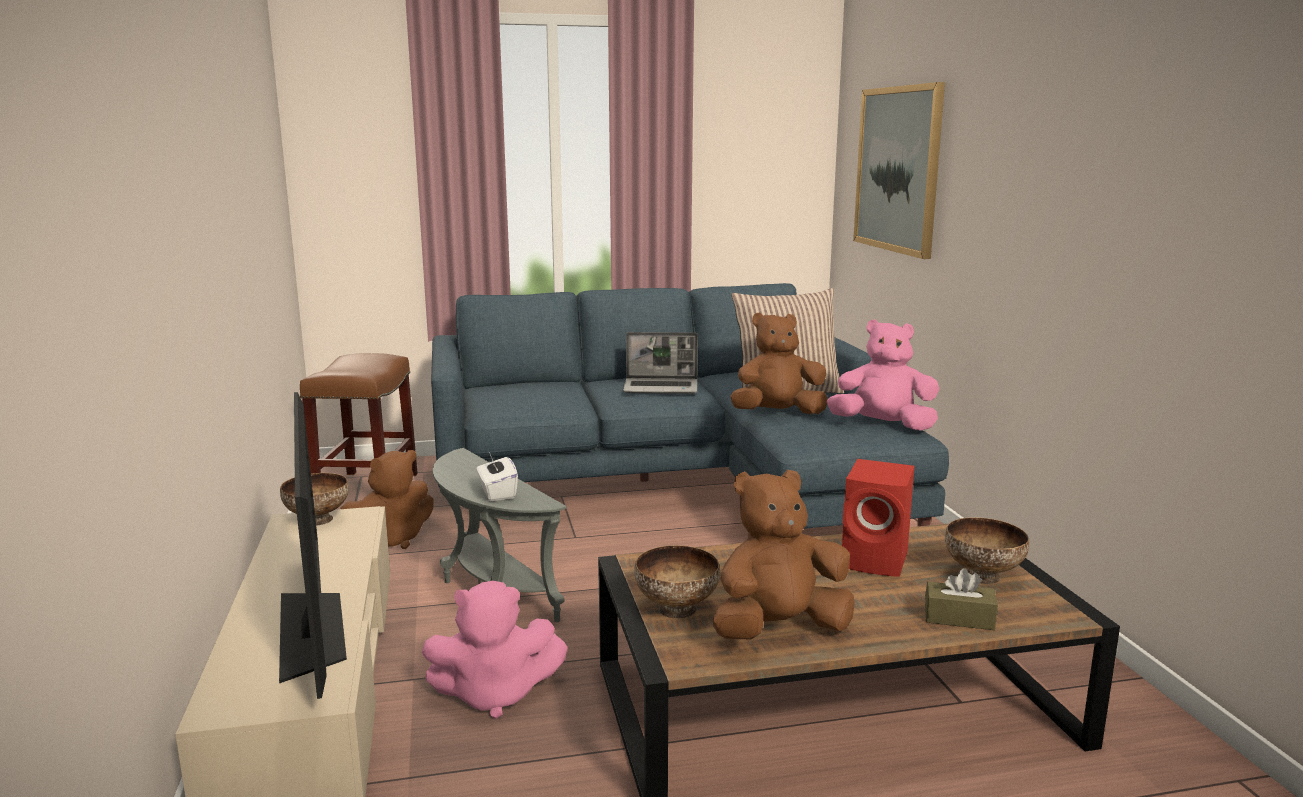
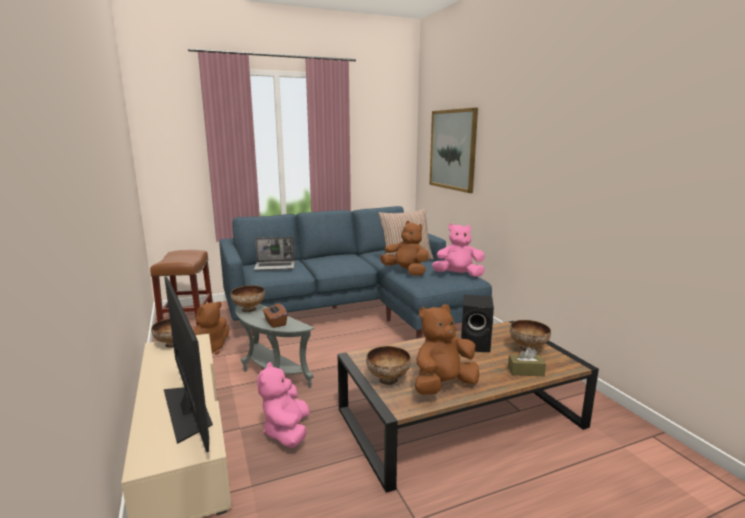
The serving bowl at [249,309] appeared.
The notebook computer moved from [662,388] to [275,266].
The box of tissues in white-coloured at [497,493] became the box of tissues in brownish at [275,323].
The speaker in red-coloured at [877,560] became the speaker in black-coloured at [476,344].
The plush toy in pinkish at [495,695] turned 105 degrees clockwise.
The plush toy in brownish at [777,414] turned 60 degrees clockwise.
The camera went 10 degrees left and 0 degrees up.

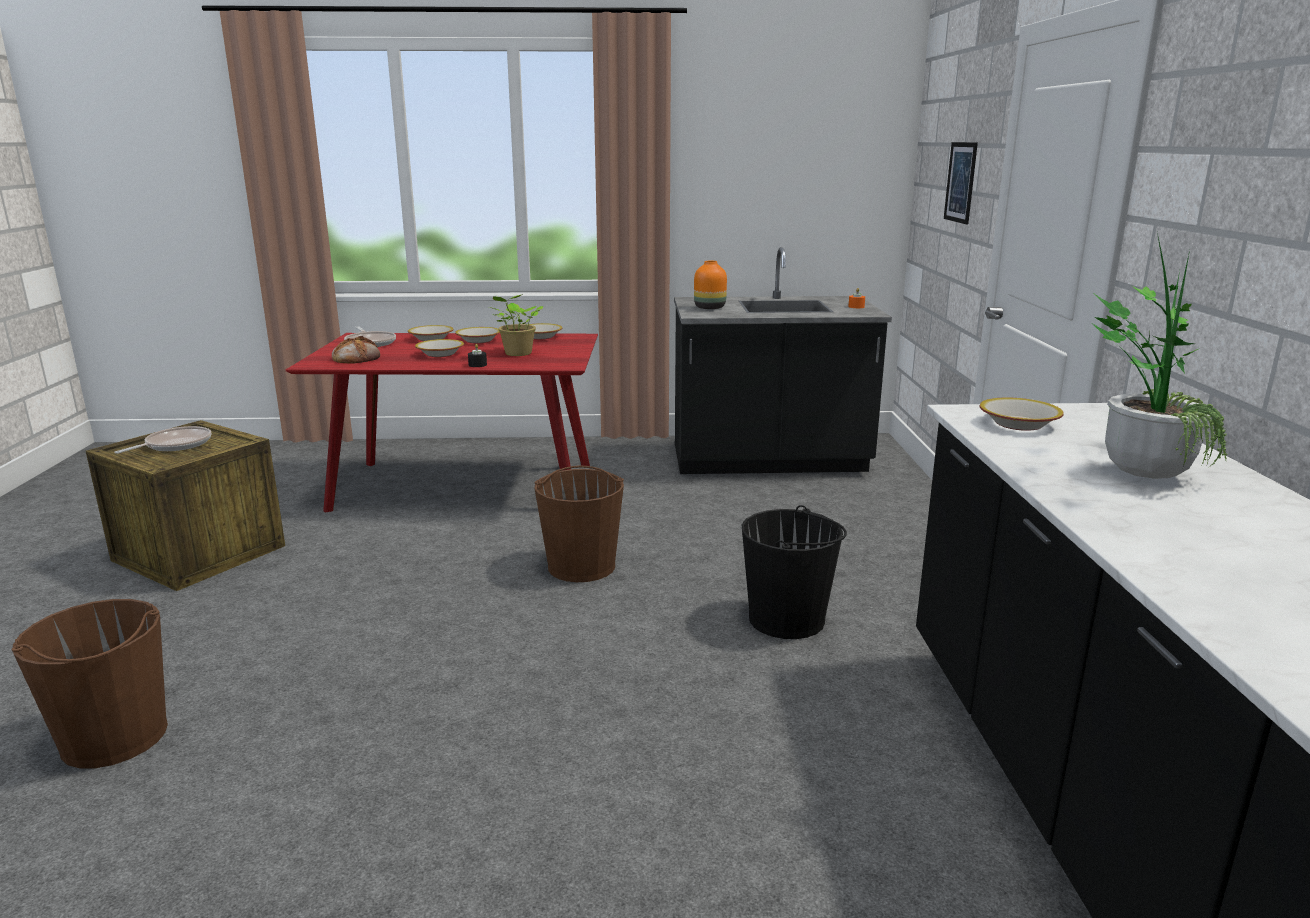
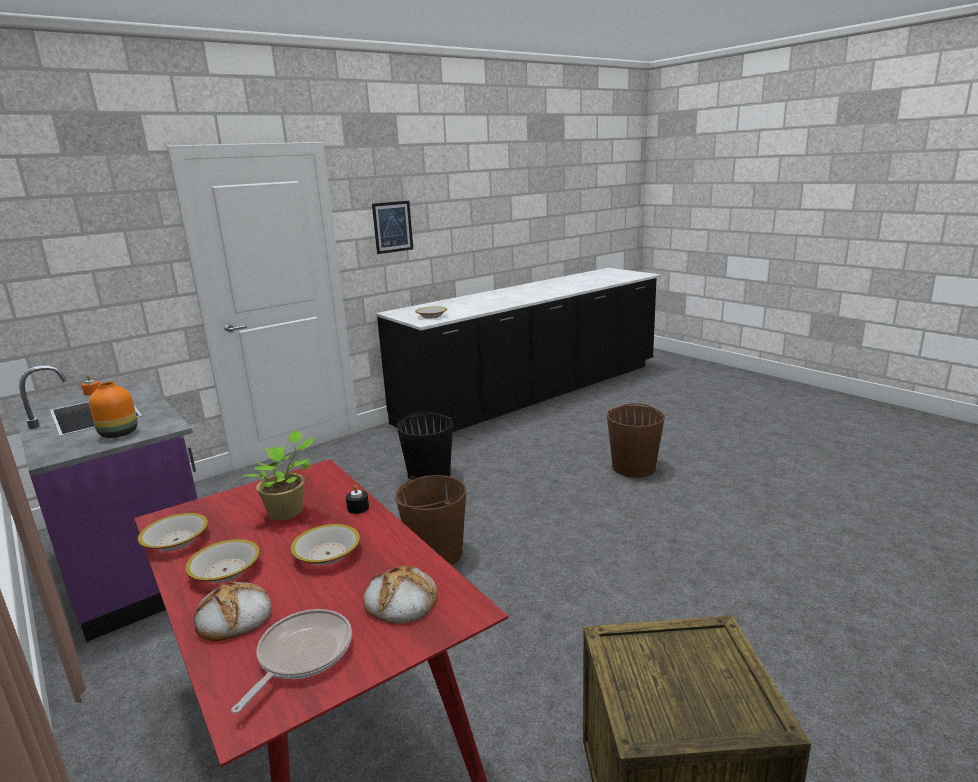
The pan at [175,445] disappeared.
The potted plant at [1140,468] disappeared.
The bucket in brownish moved from [114,738] to [634,467].
The wall art moved from [960,182] to [392,227].
The serving bowl at [431,338] was replaced by the bakery bread at [233,617].
The kitchen base unit in black-coloured at [769,461] became the kitchen base unit in purplish at [137,564].
The camera went 125 degrees left and 0 degrees up.

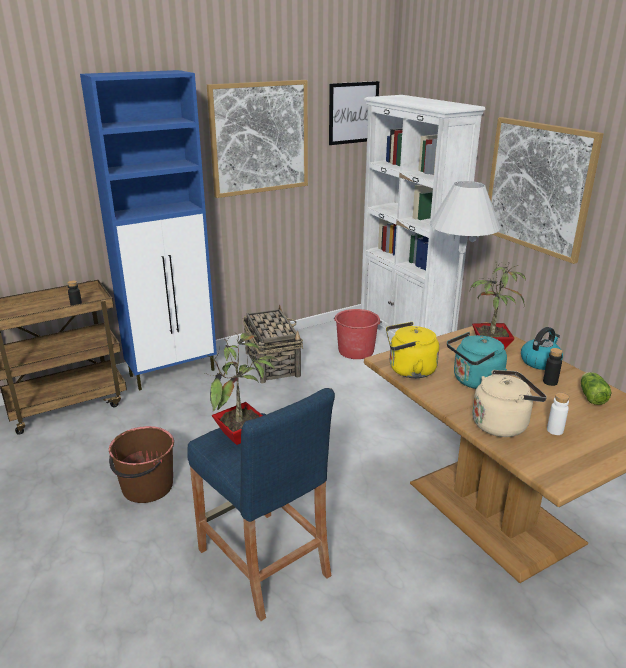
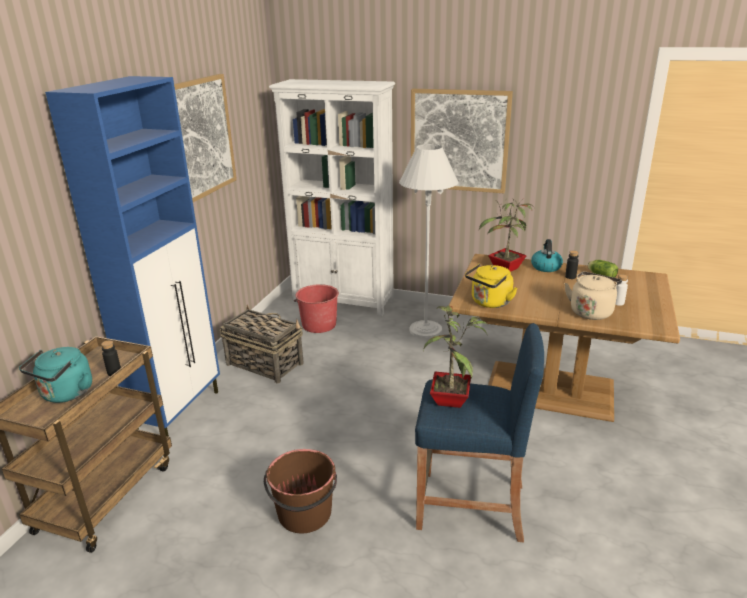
The wall art at [353,113] disappeared.
The water kettle in blue-green moved from [475,382] to [65,394].
The camera went 40 degrees left and 0 degrees up.

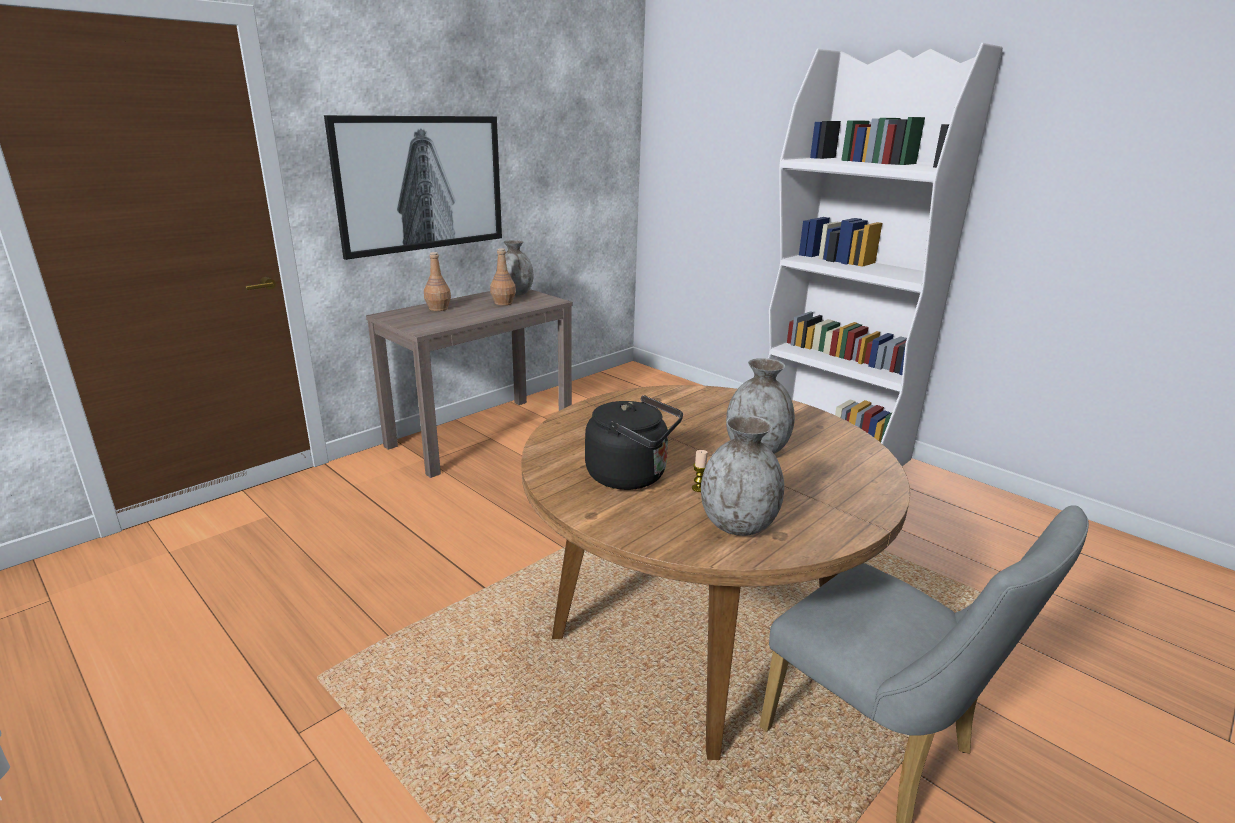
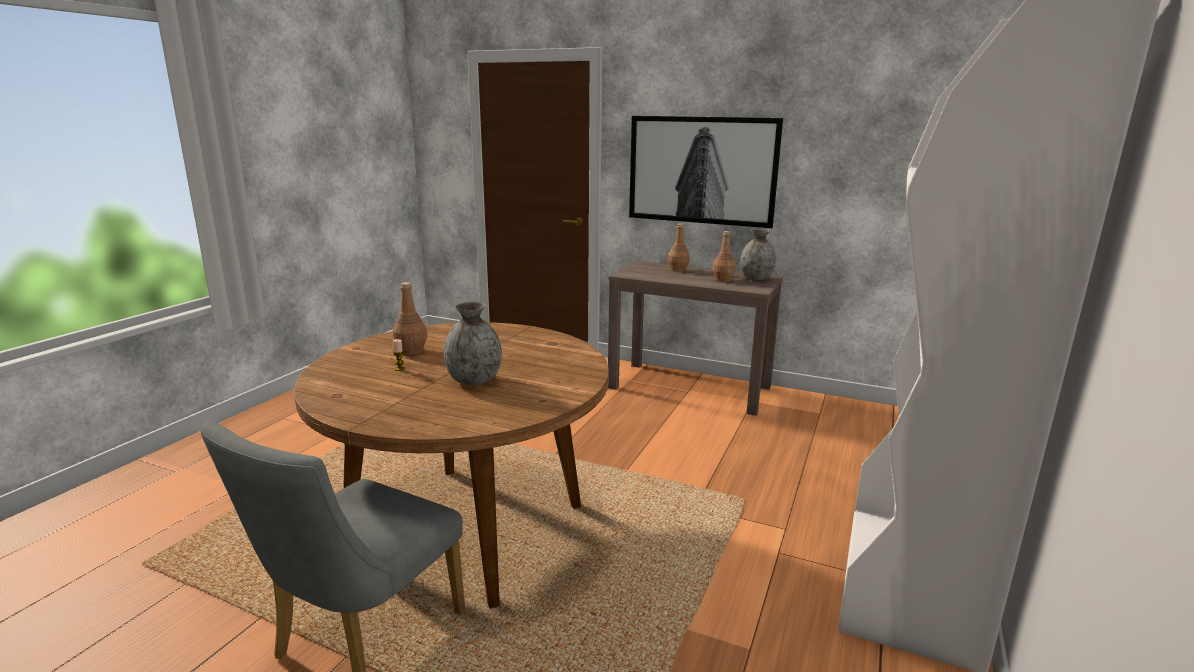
The vase in gray at [737,525] disappeared.
The water kettle in black-coloured at [631,476] was replaced by the drink bottle in brownish at [411,351].
The camera went 70 degrees right and 5 degrees down.

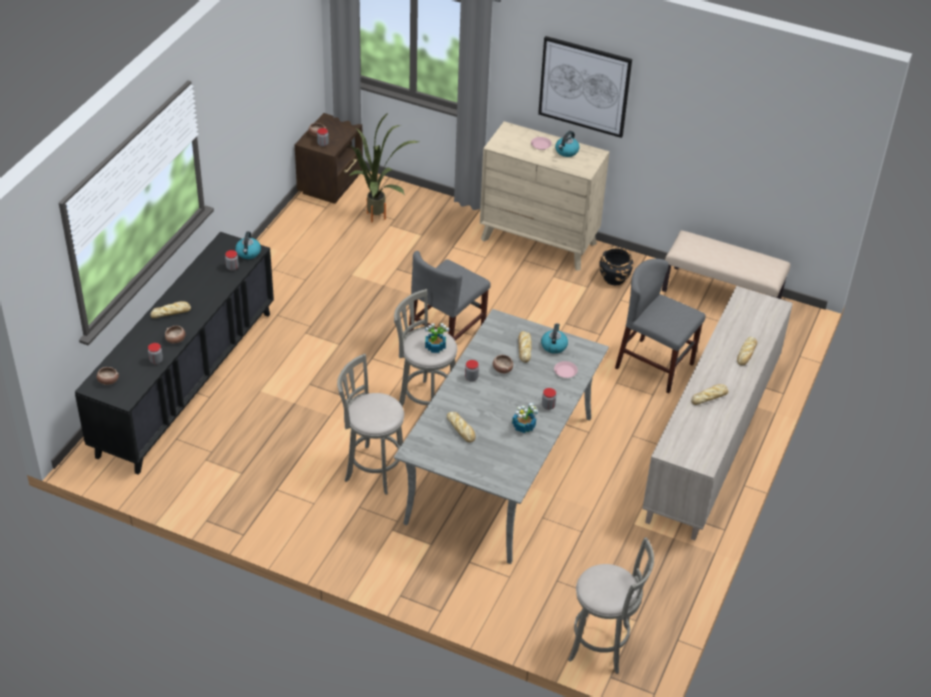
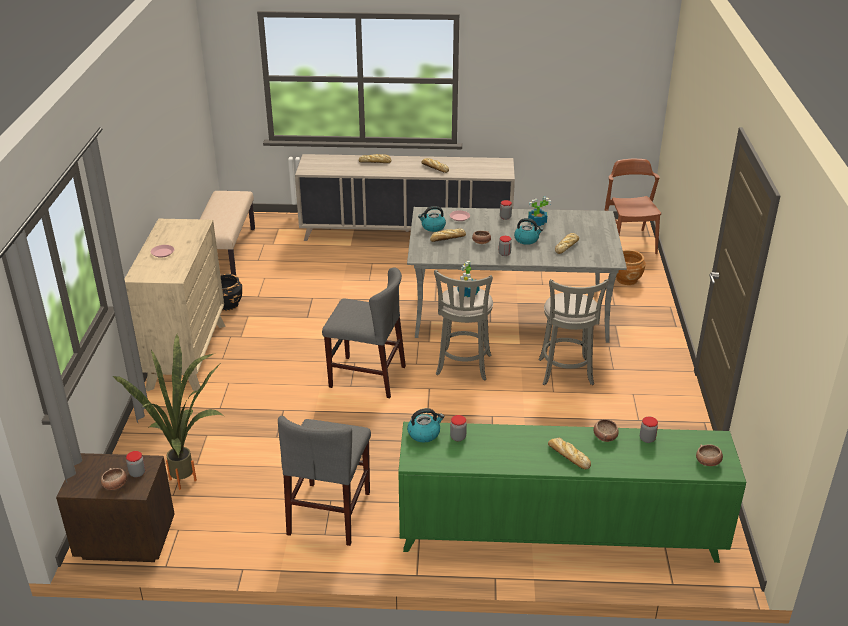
The wall art at [584,86] disappeared.
The planter in brownish at [627,279] appeared.
The water kettle moved from [566,151] to [527,239].
The upright chair in gray moved from [654,366] to [329,513].
The sitting stool in gray at [603,645] was replaced by the upright chair in brownish at [628,242].
The cupboard in black-coloured at [185,383] became the cupboard in green-coloured at [559,535].
The camera went 110 degrees left and 10 degrees down.

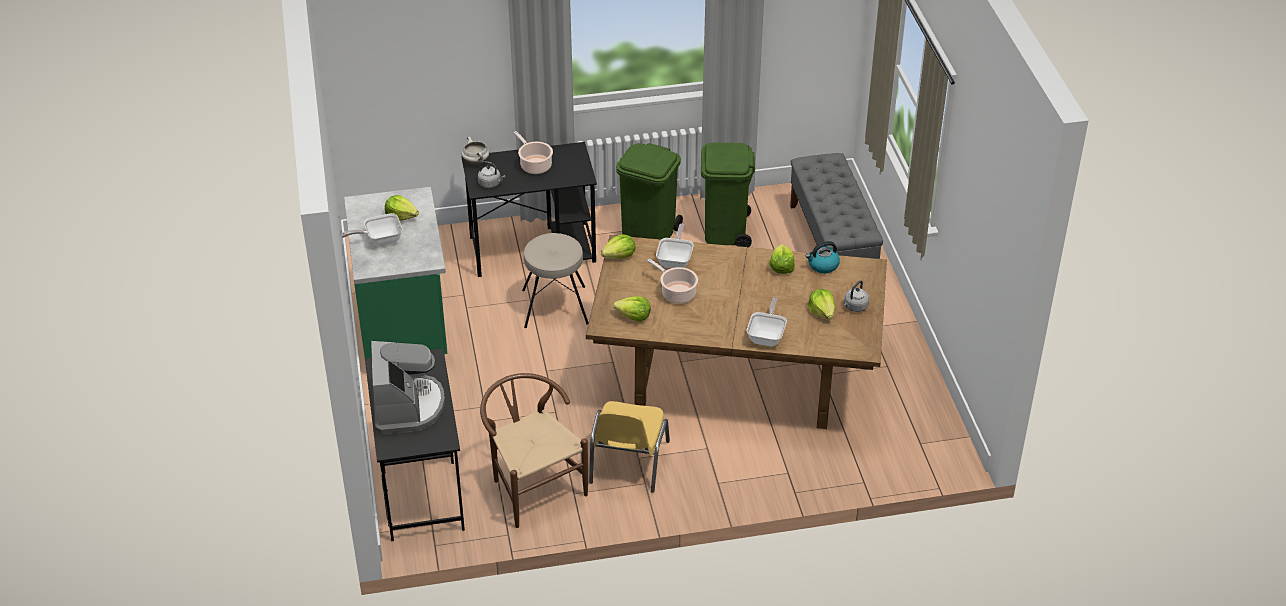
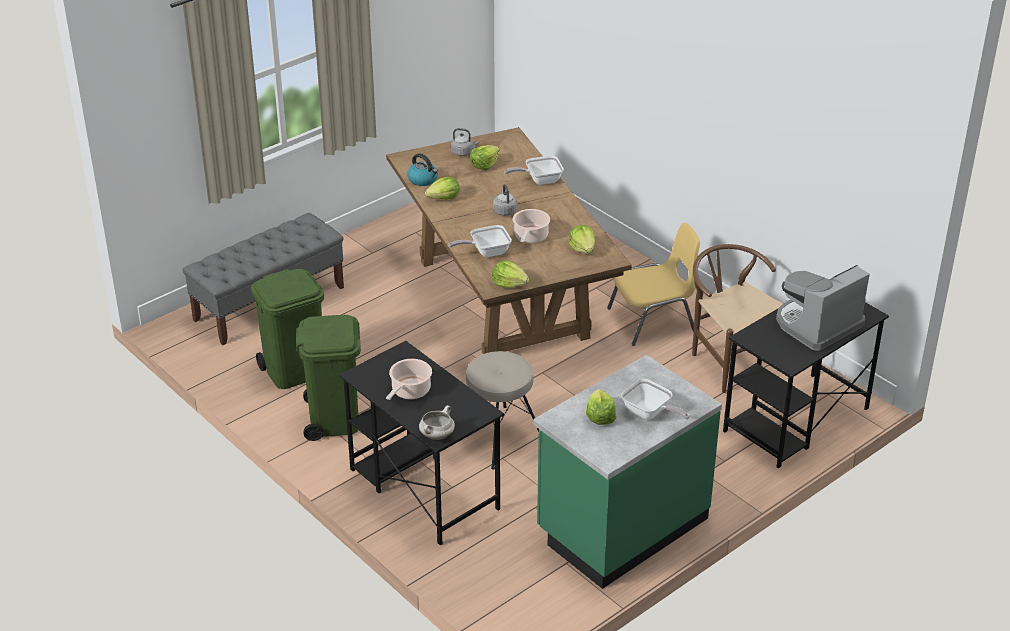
The water kettle in gray moved from [491,184] to [504,211].
The upright chair in brownish at [532,486] turned 120 degrees clockwise.
The camera went 120 degrees left and 5 degrees down.

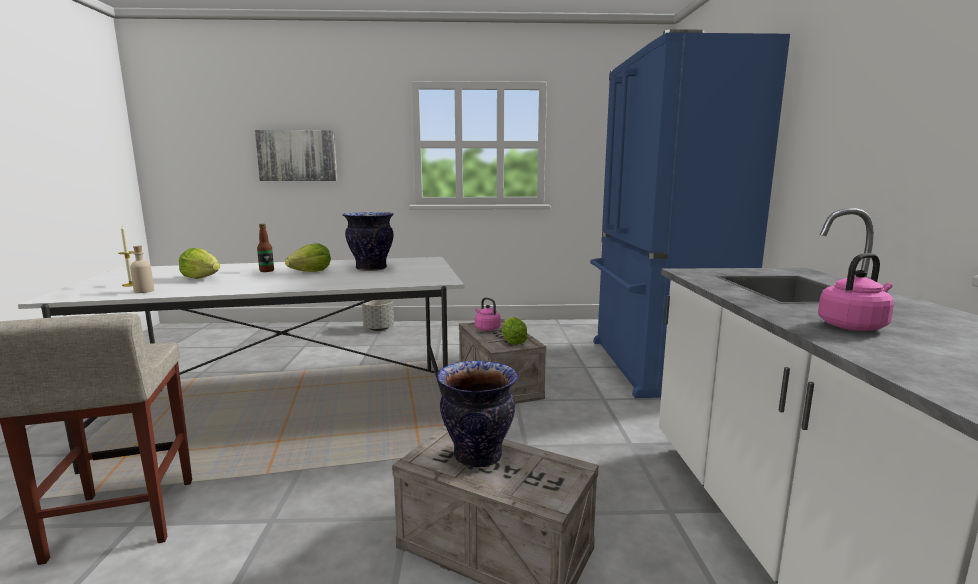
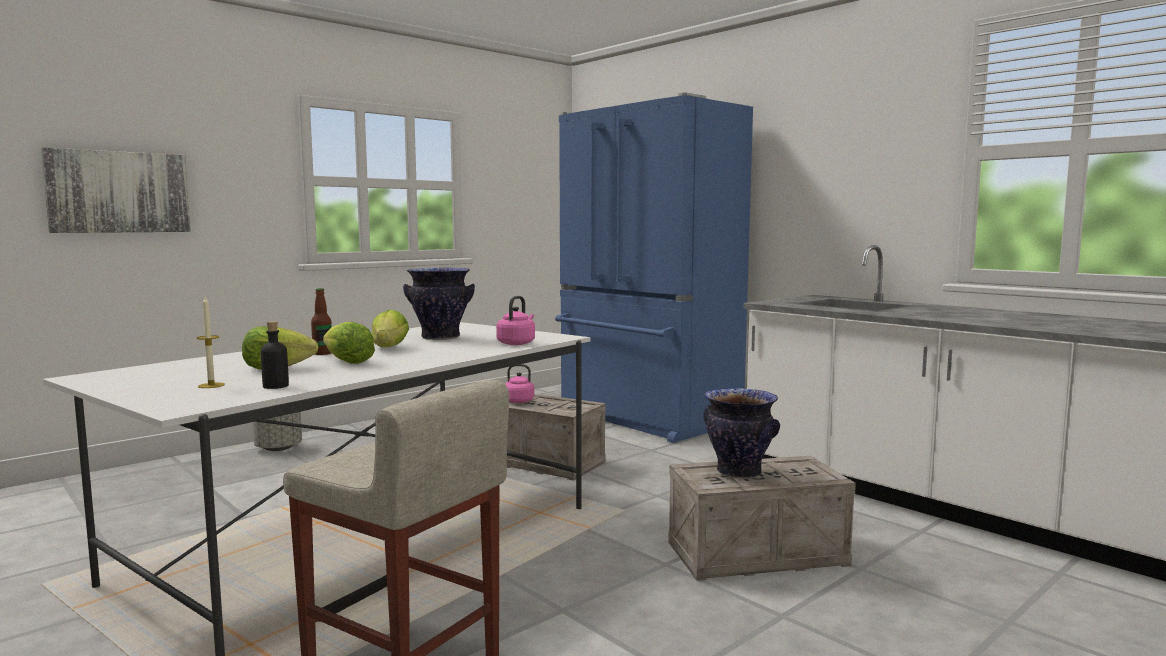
The lettuce moved from [513,342] to [347,362].
The water kettle in pinkish moved from [853,326] to [517,343].
The drink bottle in sand-coloured at [144,291] became the drink bottle in black-coloured at [275,386].
The camera went 40 degrees left and 5 degrees down.

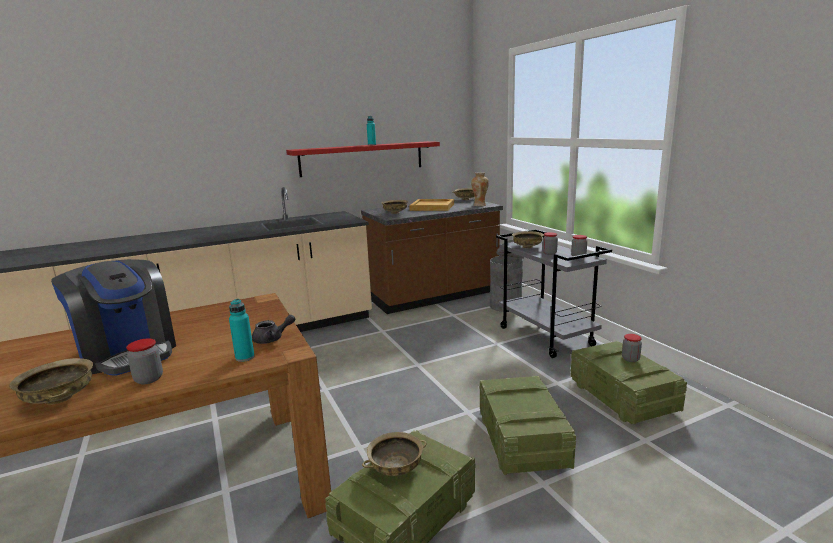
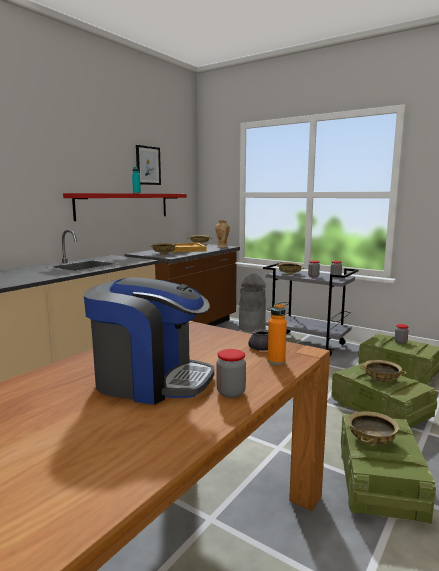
The wall art at [148,165] appeared.
The serving bowl in sand-coloured moved from [59,398] to [381,380].
The drink bottle in blue-green at [245,357] became the drink bottle in orange at [276,361].
The camera went 30 degrees left and 5 degrees down.

